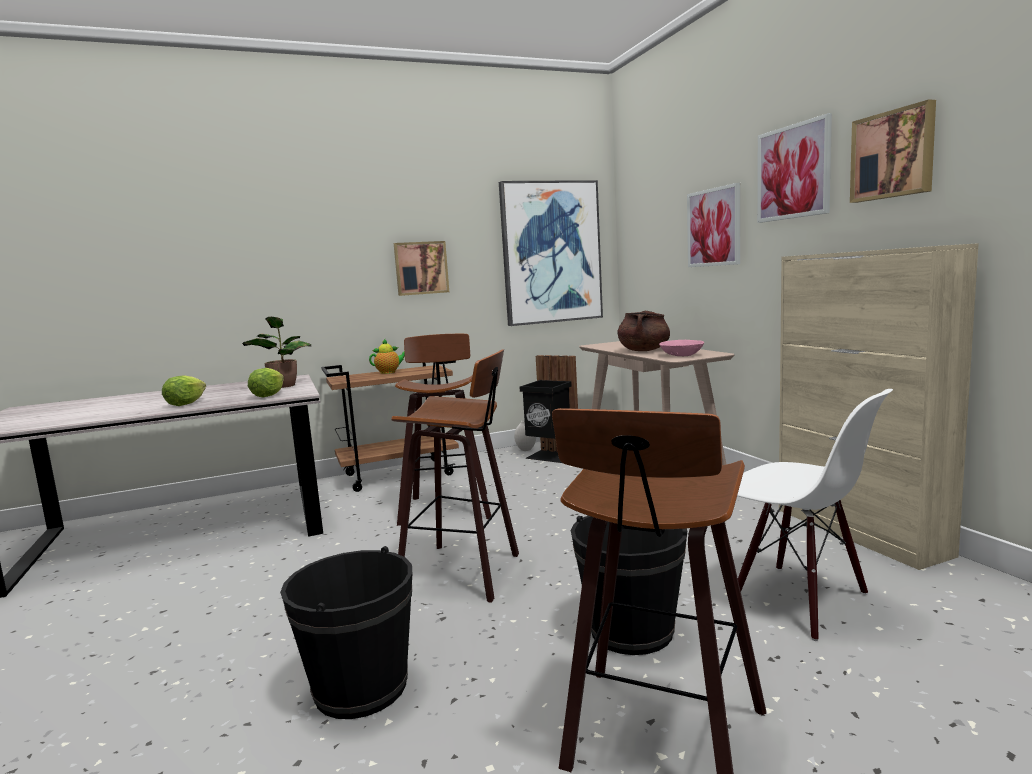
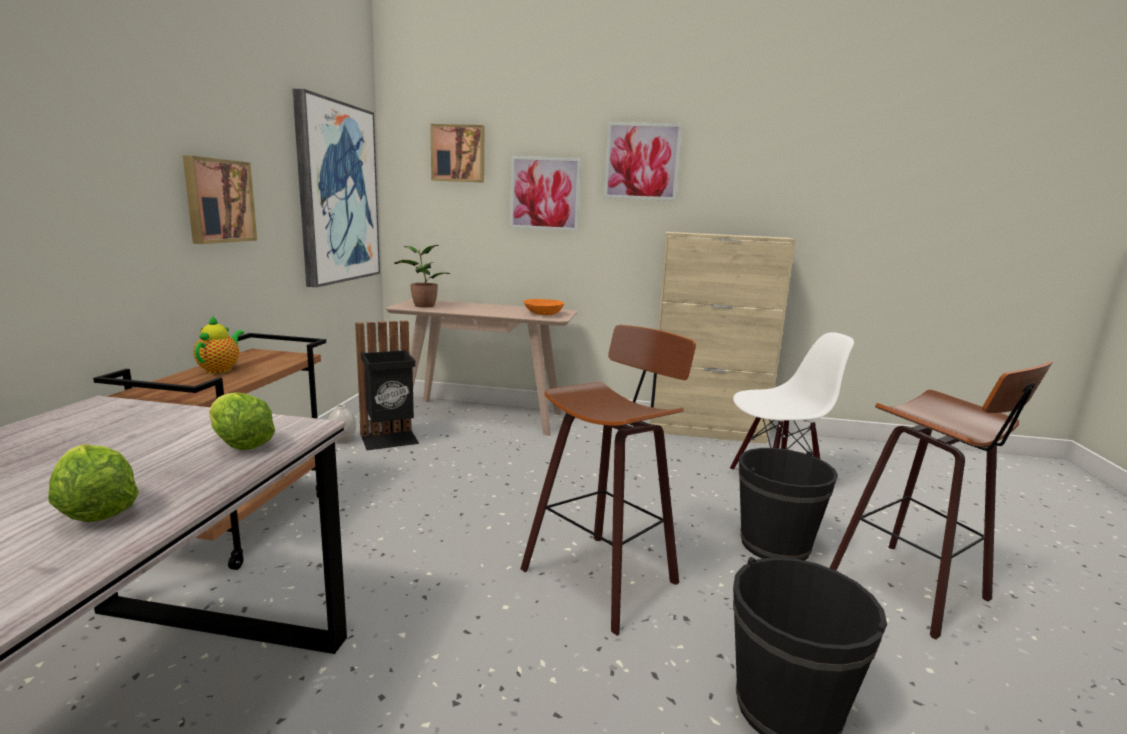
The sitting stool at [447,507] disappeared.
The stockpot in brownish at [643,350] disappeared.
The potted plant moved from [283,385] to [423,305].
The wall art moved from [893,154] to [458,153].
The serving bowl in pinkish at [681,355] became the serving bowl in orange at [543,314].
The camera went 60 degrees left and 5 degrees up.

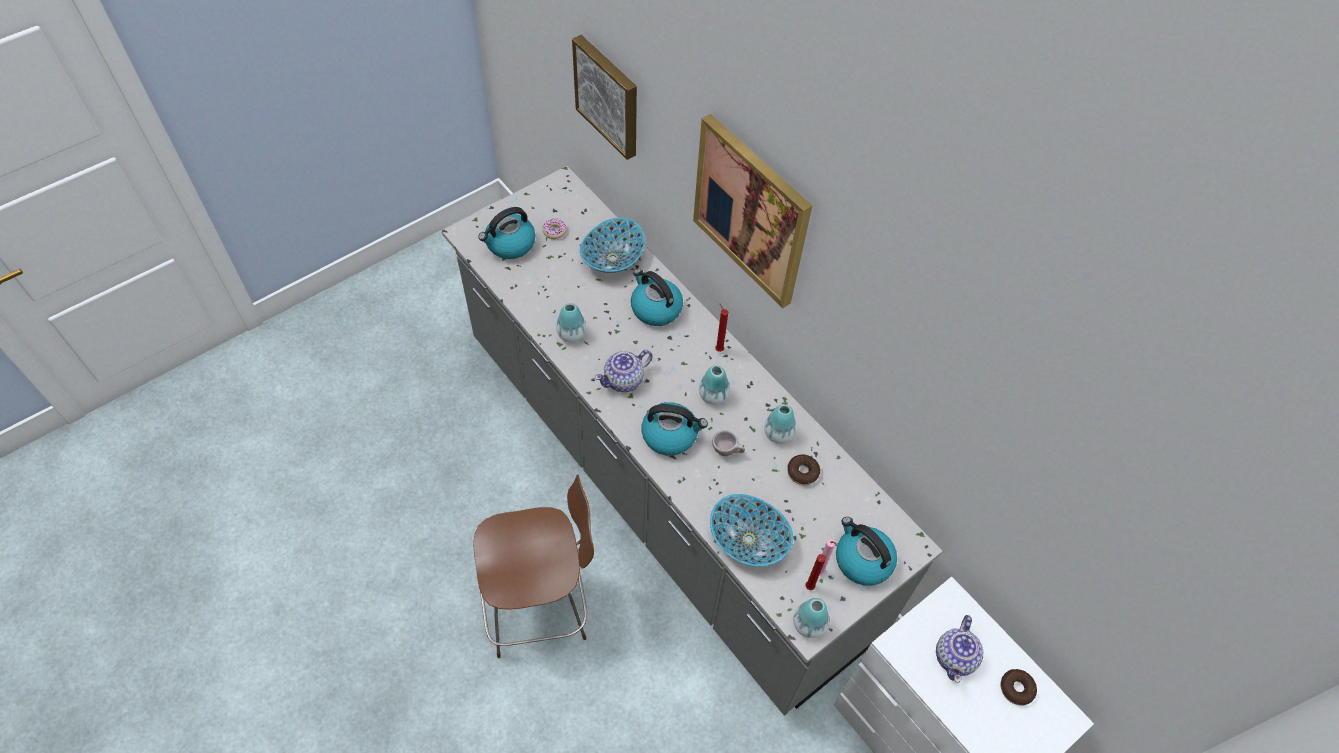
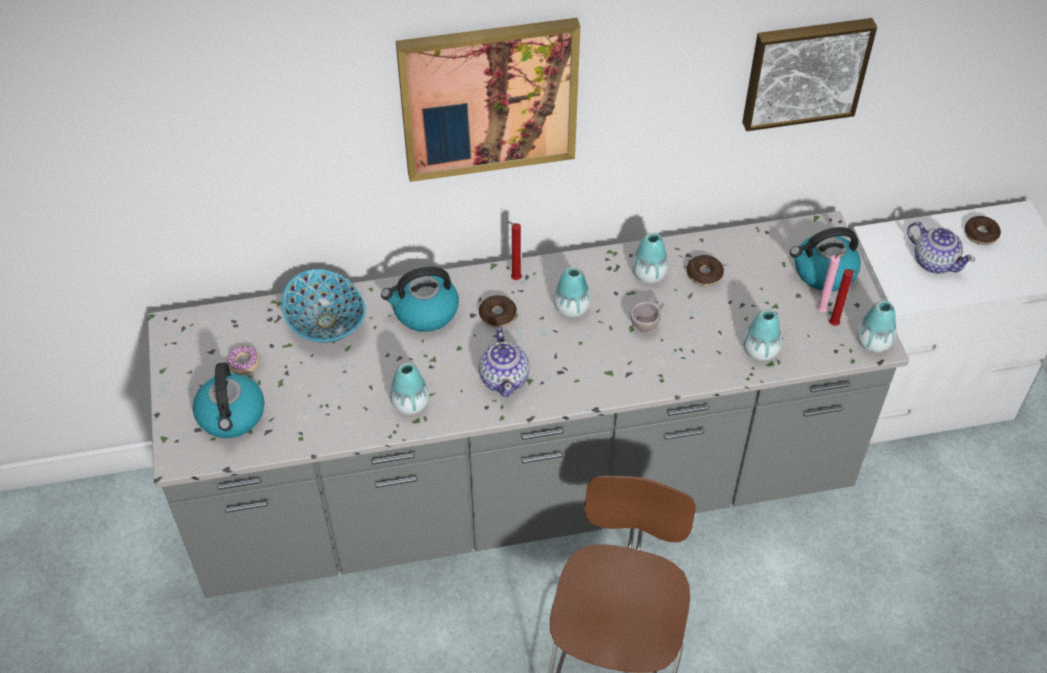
The water kettle at [670,435] disappeared.
The donut at [497,315] appeared.
The wall art moved from [609,96] to [805,71].
The serving bowl at [748,540] was replaced by the vase at [760,351].
The camera went 60 degrees left and 5 degrees down.

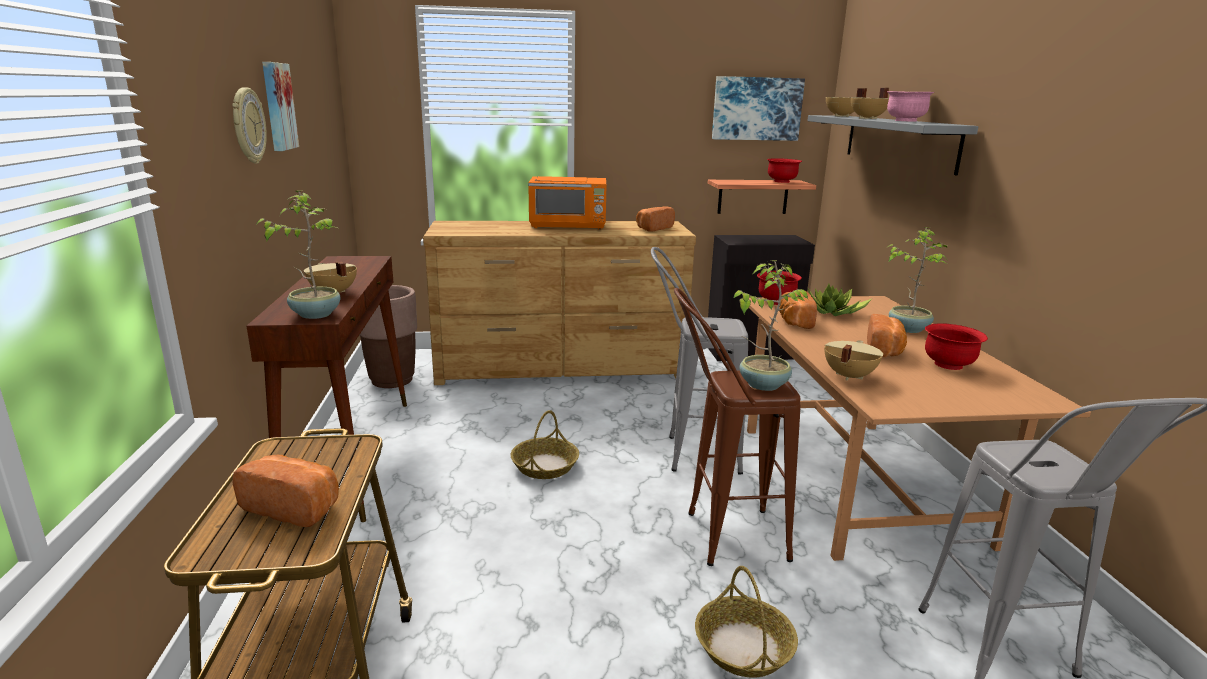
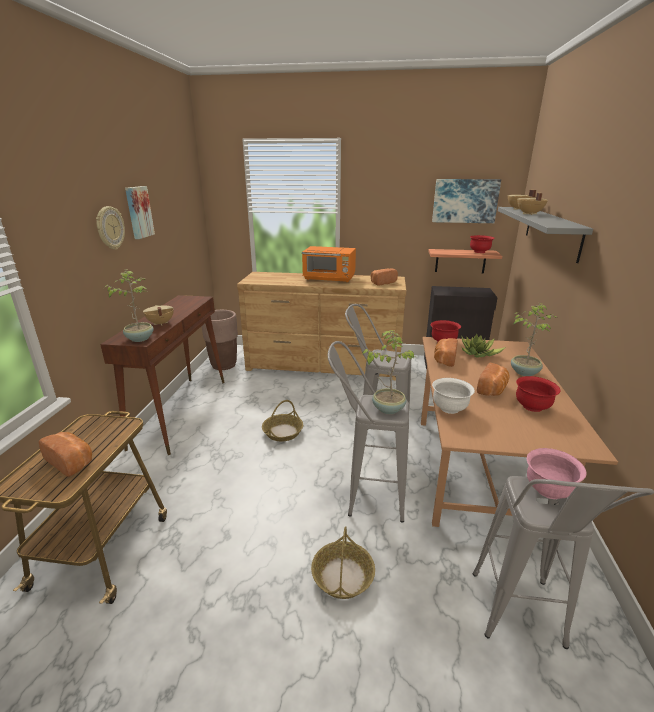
The serving bowl in pinkish moved from [905,121] to [548,490].
The stockpot in sand-coloured at [848,376] was replaced by the serving bowl in white-coloured at [450,409].
The sitting stool in brownish at [720,537] became the sitting stool in gray at [365,497].
The camera went 15 degrees right and 5 degrees up.

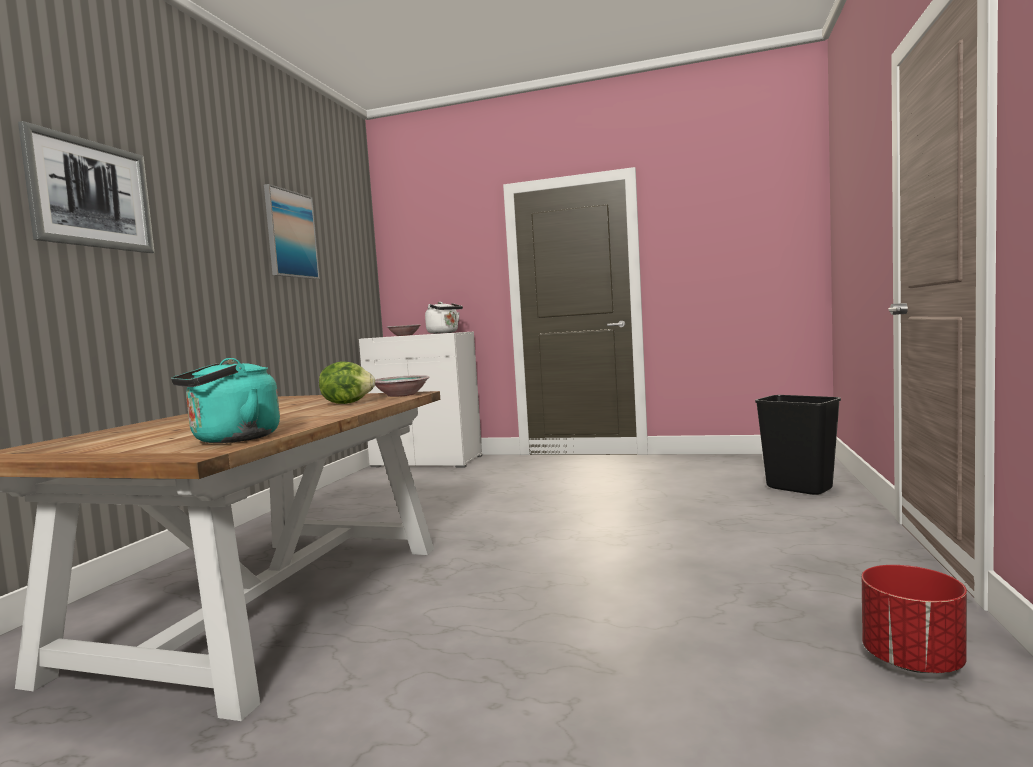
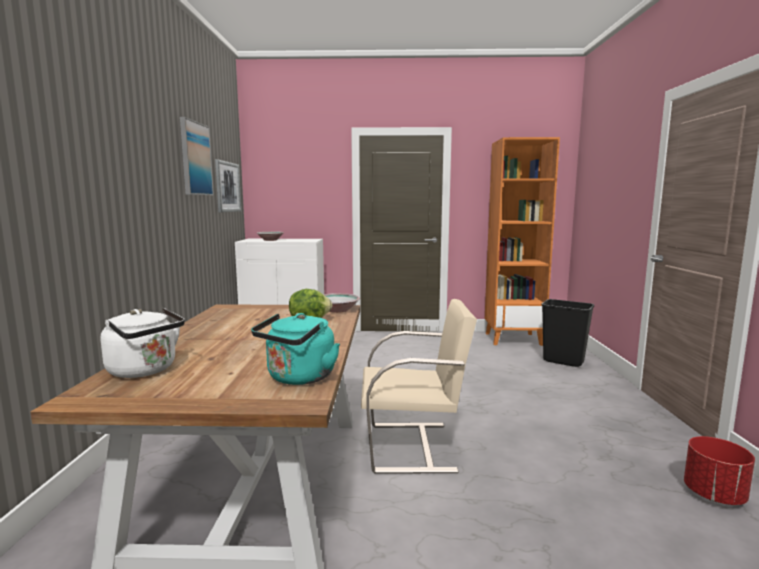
The upright chair in sand-coloured at [413,447] appeared.
The bookshelf in orange at [513,339] appeared.
The wall art moved from [91,194] to [227,187].
The water kettle in white-coloured moved from [444,333] to [145,370].
The camera went 15 degrees left and 5 degrees up.

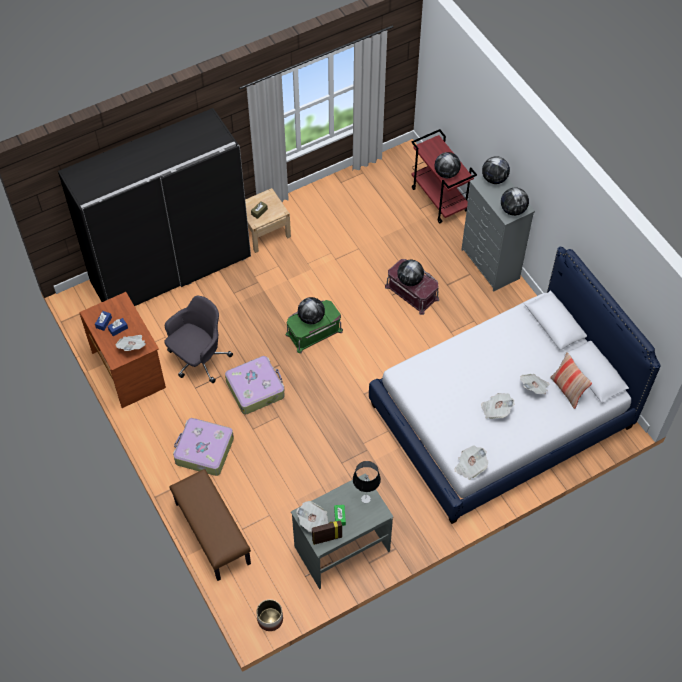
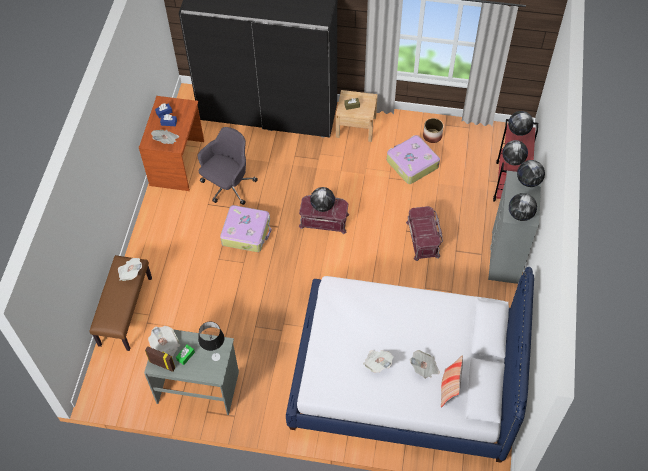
The travel case moved from [203,451] to [411,163].
The planter moved from [270,619] to [432,136].
The desk globe moved from [410,280] to [518,131].
The printed paper moved from [470,466] to [130,273].
The storage container in green-coloured at [314,332] became the storage container in red-coloured at [324,220].
The computer chair in gray at [198,359] turned 45 degrees counterclockwise.
The camera went 40 degrees right and 0 degrees up.

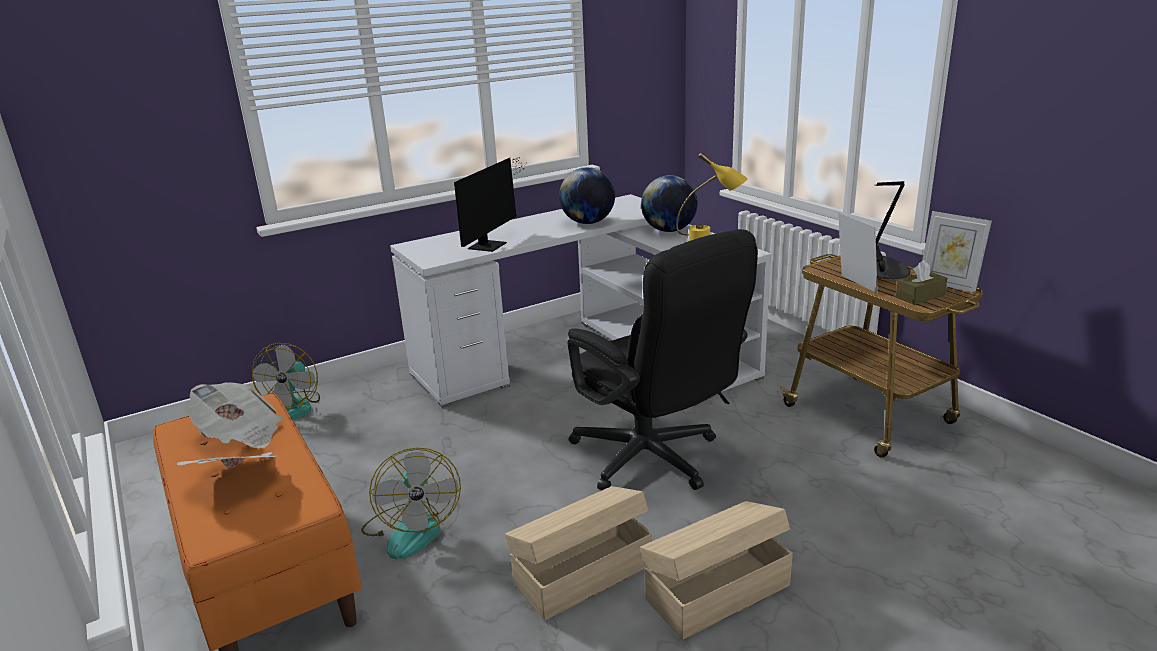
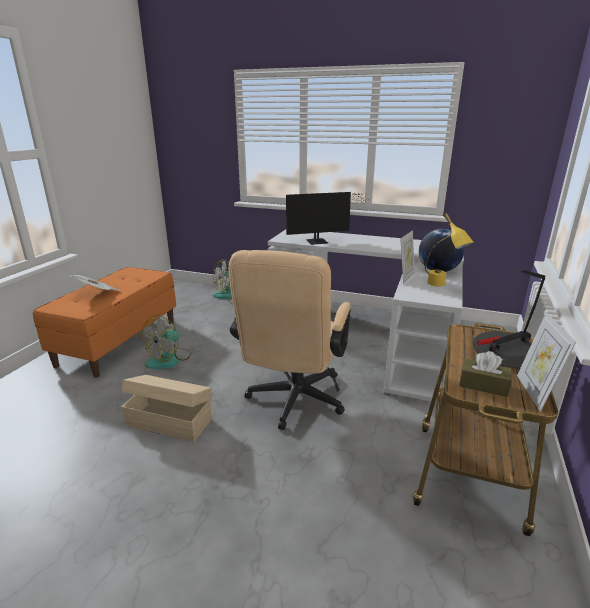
The printed paper at [240,434] disappeared.
The desk globe at [588,222] disappeared.
The storage container in sand-coloured at [715,592] disappeared.
The standing frame moved from [854,285] to [405,278].
The computer chair in black-coloured at [654,461] became the computer chair in sand-coloured at [293,402].
The camera went 50 degrees right and 0 degrees up.

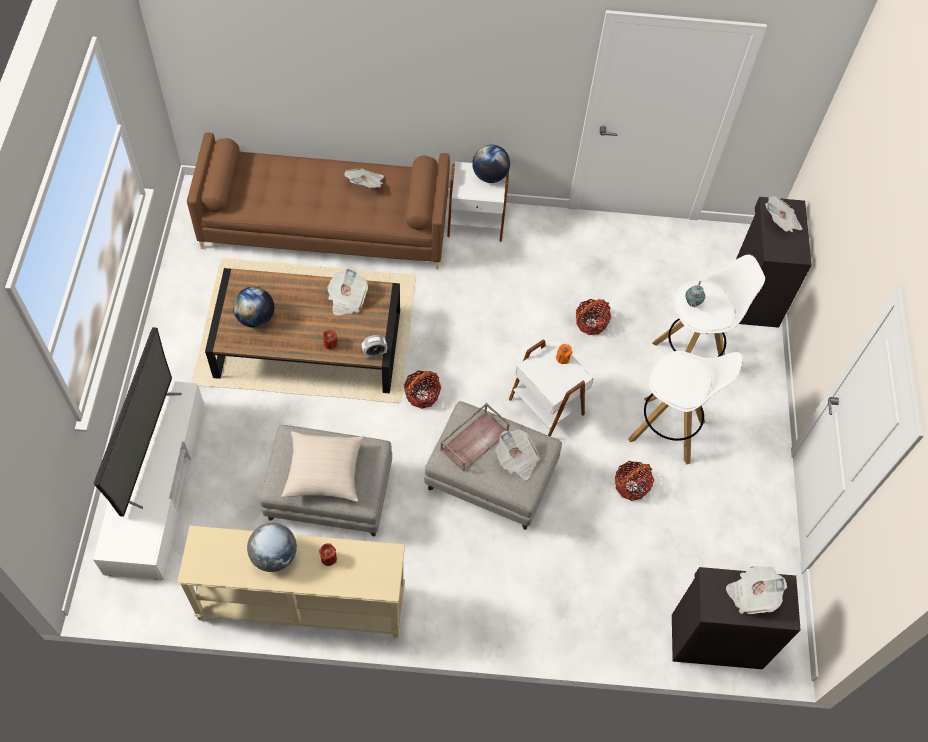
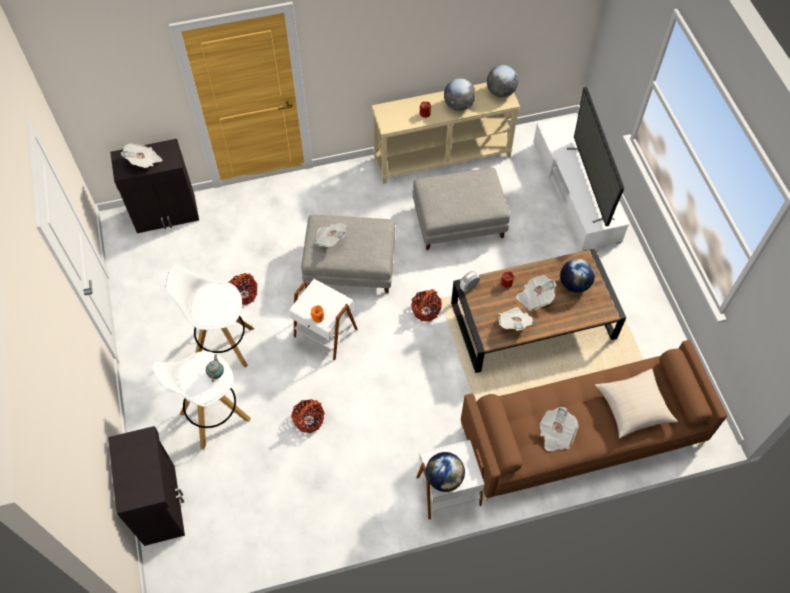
The tray in brownish at [474,440] disappeared.
The desk globe at [500,92] appeared.
The cushion in sand-coloured moved from [324,472] to [633,407].
The printed paper moved from [780,222] to [534,298].
The camera went 165 degrees right and 0 degrees up.

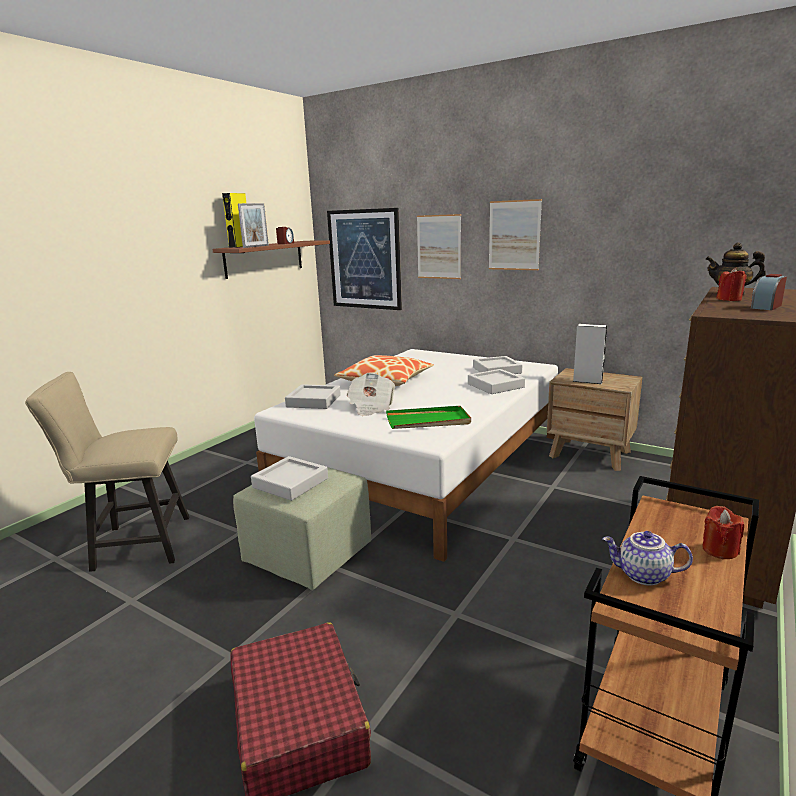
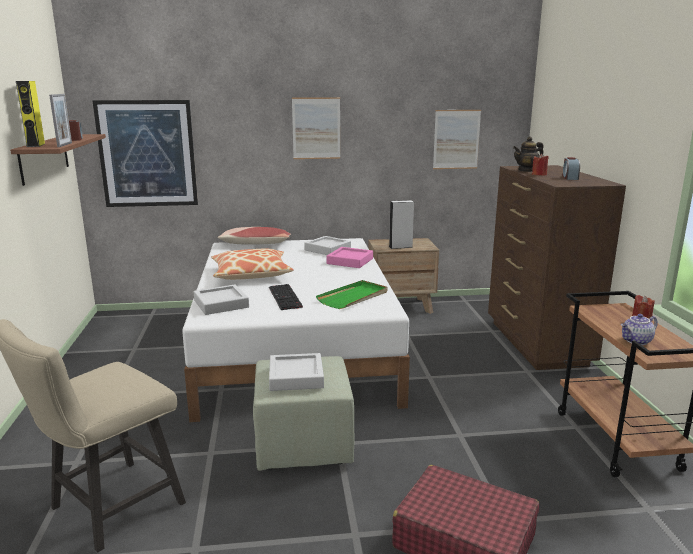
The cushion at [255,244] appeared.
The wall art moved from [439,247] to [456,139].
The printed paper at [371,407] was replaced by the PC keyboard at [286,297].
The tray in gray at [495,385] became the tray in pinkish at [350,261].
The camera went 40 degrees left and 0 degrees up.

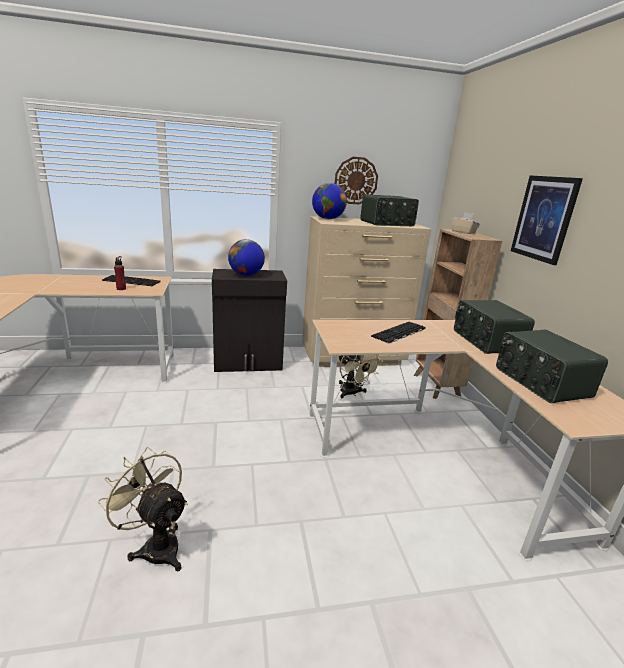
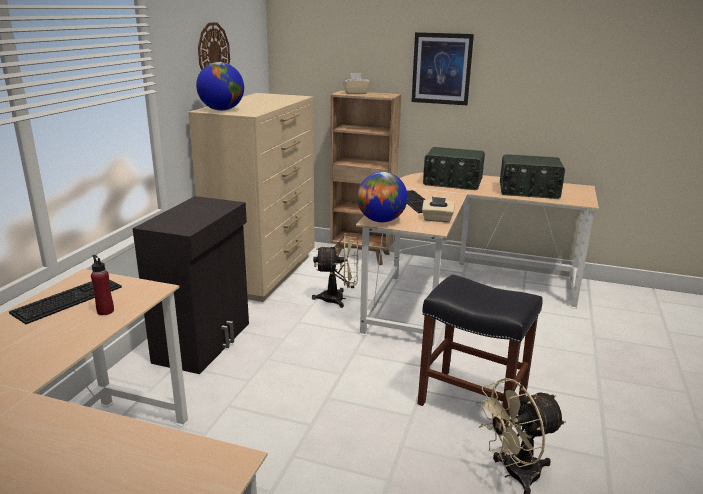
The radio set at [387,223] disappeared.
The sitting stool in black-coloured at [470,401] appeared.
The box of tissues in sand-coloured at [437,219] appeared.
The desk globe moved from [246,275] to [381,220].
The camera went 60 degrees left and 0 degrees up.

